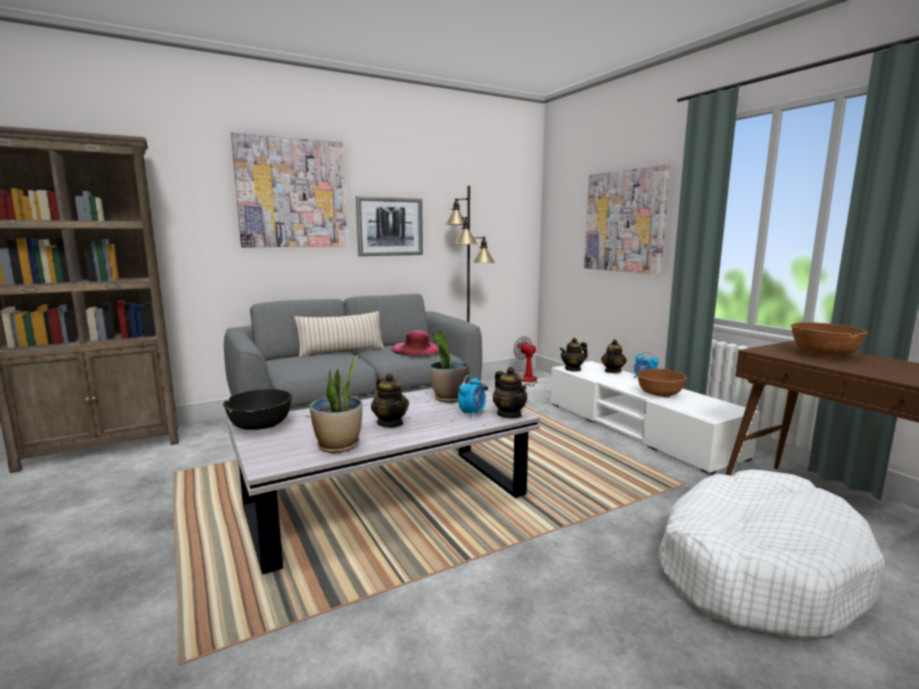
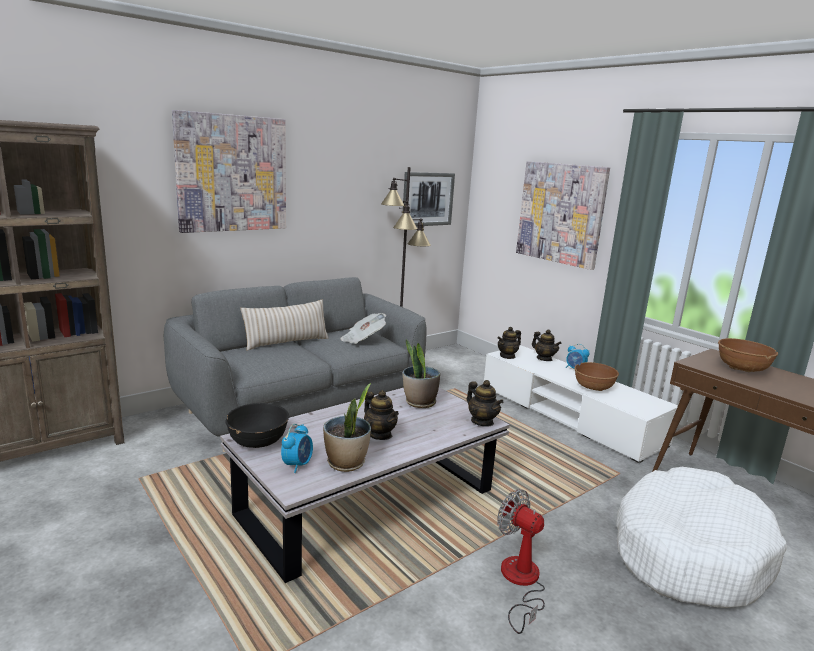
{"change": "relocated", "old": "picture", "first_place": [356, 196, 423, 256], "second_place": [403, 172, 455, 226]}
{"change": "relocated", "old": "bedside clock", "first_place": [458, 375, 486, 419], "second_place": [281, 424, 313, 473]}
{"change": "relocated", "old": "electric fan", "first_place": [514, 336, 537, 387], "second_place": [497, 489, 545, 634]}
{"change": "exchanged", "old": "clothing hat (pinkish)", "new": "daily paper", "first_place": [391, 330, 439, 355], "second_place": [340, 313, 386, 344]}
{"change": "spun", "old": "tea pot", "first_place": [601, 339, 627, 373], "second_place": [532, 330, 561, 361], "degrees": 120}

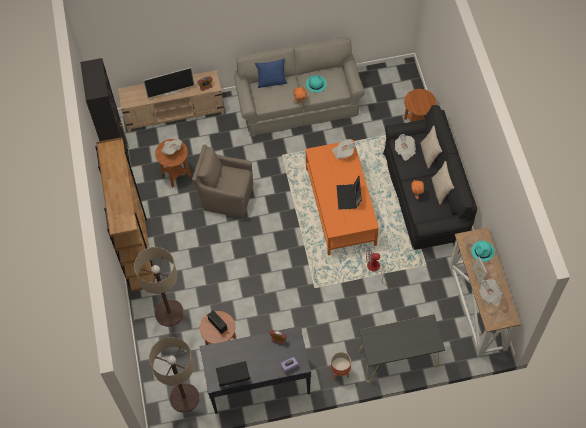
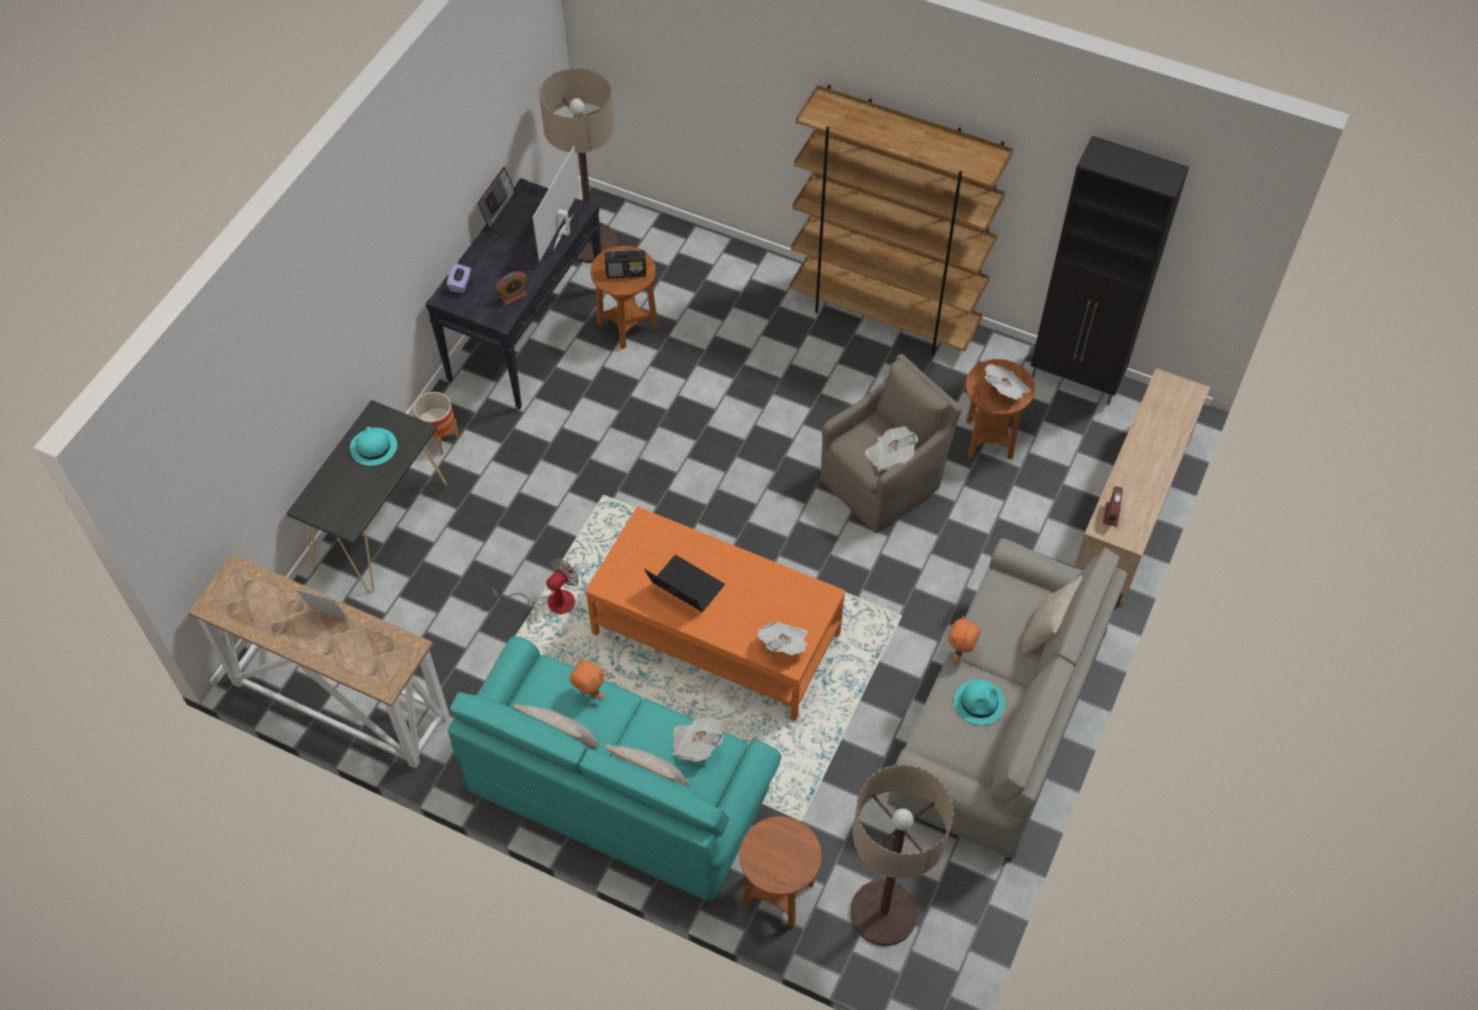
{"change": "relocated", "old": "floor lamp", "first_place": [134, 247, 184, 327], "second_place": [850, 765, 953, 946]}
{"change": "relocated", "old": "television", "first_place": [143, 68, 194, 98], "second_place": [533, 146, 580, 262]}
{"change": "relocated", "old": "clothing hat (blue-green)", "first_place": [471, 241, 495, 262], "second_place": [350, 426, 397, 466]}
{"change": "relocated", "old": "daily paper", "first_place": [479, 279, 503, 306], "second_place": [865, 426, 918, 471]}
{"change": "colour", "old": "throw pillow (bluish)", "new": "throw pillow (beige-coloured)", "first_place": [255, 58, 287, 88], "second_place": [1020, 575, 1083, 655]}
{"change": "colour", "old": "settee (blackish)", "new": "settee (blue-green)", "first_place": [383, 105, 477, 250], "second_place": [448, 636, 781, 903]}

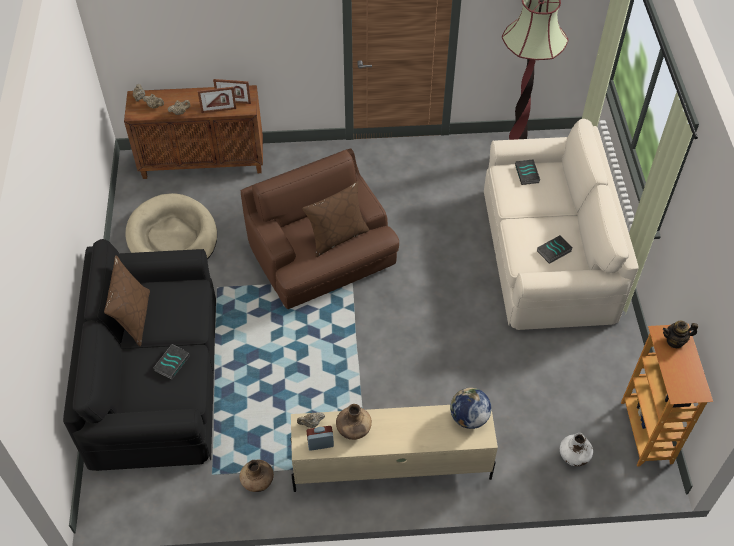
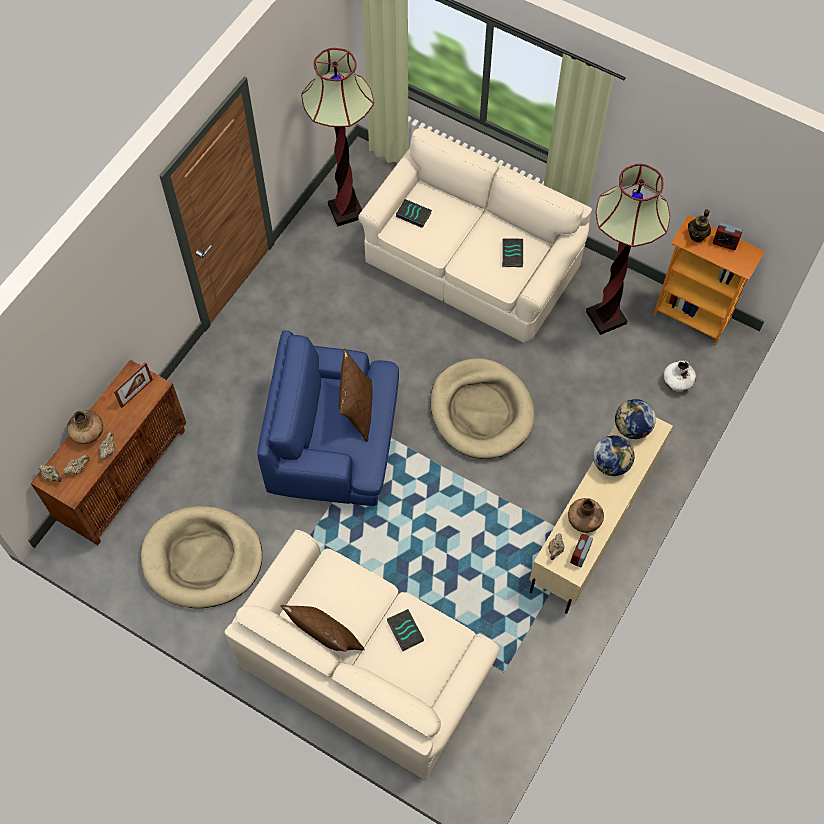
{"change": "missing", "old": "picture frame", "first_place": [198, 87, 236, 113]}
{"change": "appeared", "new": "dog cushion (beige-coloured)", "second_place": [431, 358, 535, 459]}
{"change": "appeared", "new": "floor lamp", "second_place": [586, 164, 670, 335]}
{"change": "appeared", "new": "world globe", "second_place": [593, 436, 635, 476]}
{"change": "appeared", "new": "bedside clock", "second_place": [713, 222, 743, 250]}
{"change": "relocated", "old": "vase (brown)", "first_place": [239, 460, 274, 492], "second_place": [67, 411, 103, 444]}
{"change": "colour", "old": "settee (blackish)", "new": "settee (beige-coloured)", "first_place": [63, 239, 216, 471], "second_place": [225, 530, 500, 779]}
{"change": "colour", "old": "lounge chair (brown)", "new": "lounge chair (bluish)", "first_place": [241, 148, 399, 309], "second_place": [257, 330, 399, 506]}

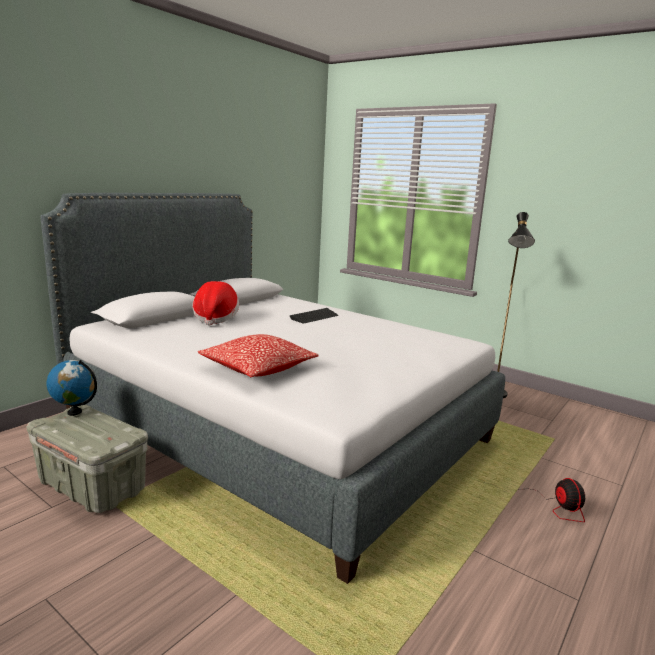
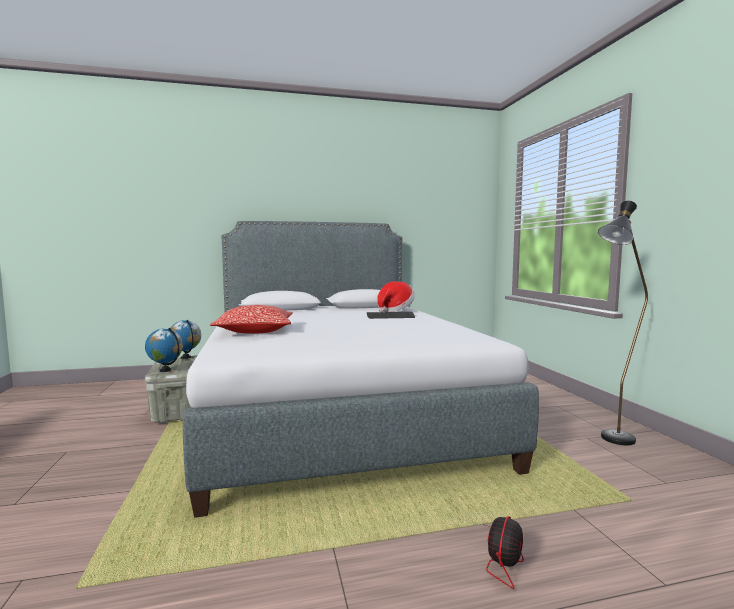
{"change": "appeared", "new": "world globe", "second_place": [145, 328, 183, 372]}
{"change": "relocated", "old": "clothing hat", "first_place": [193, 281, 239, 325], "second_place": [377, 281, 415, 312]}

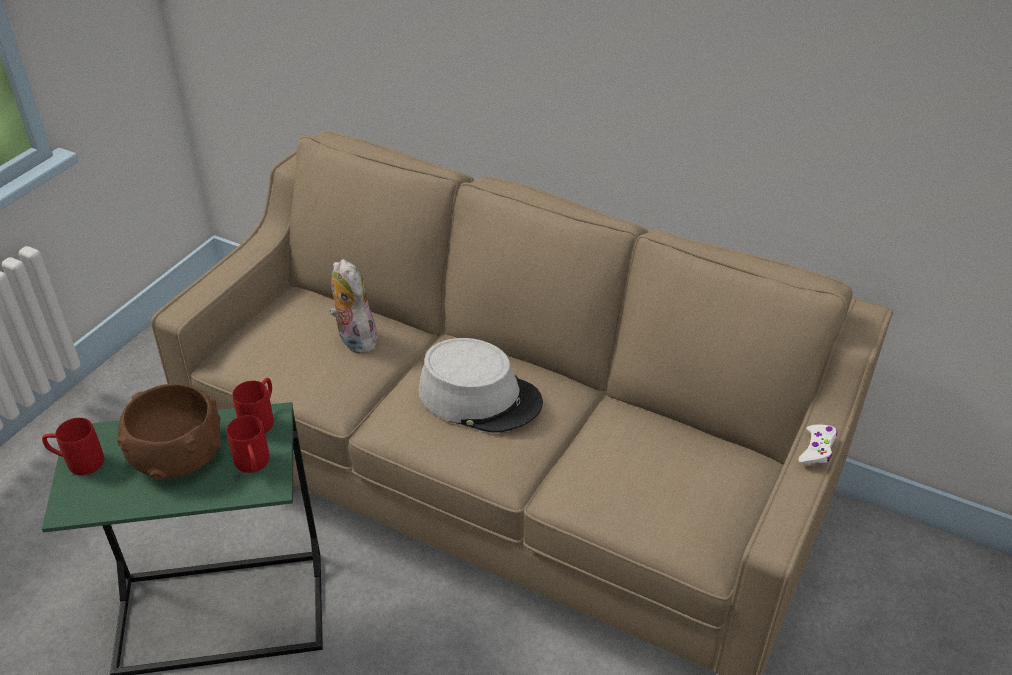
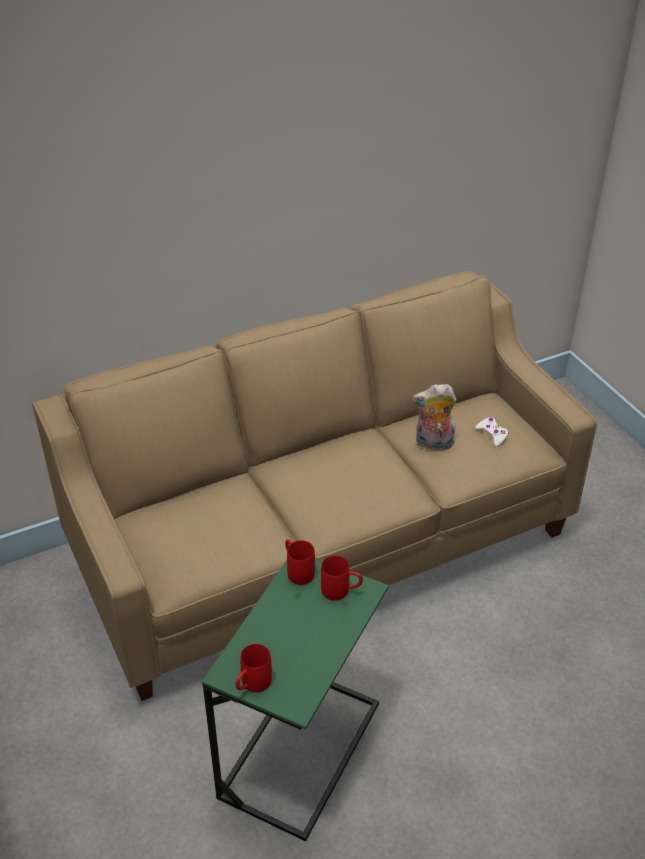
{"change": "missing", "old": "bowl (brown)", "first_place": [117, 384, 221, 481]}
{"change": "missing", "old": "clothing hat (grey)", "first_place": [419, 338, 543, 433]}
{"change": "relocated", "old": "soft toy", "first_place": [330, 259, 377, 354], "second_place": [412, 384, 457, 450]}
{"change": "relocated", "old": "joypad (white)", "first_place": [799, 424, 837, 464], "second_place": [475, 417, 509, 447]}

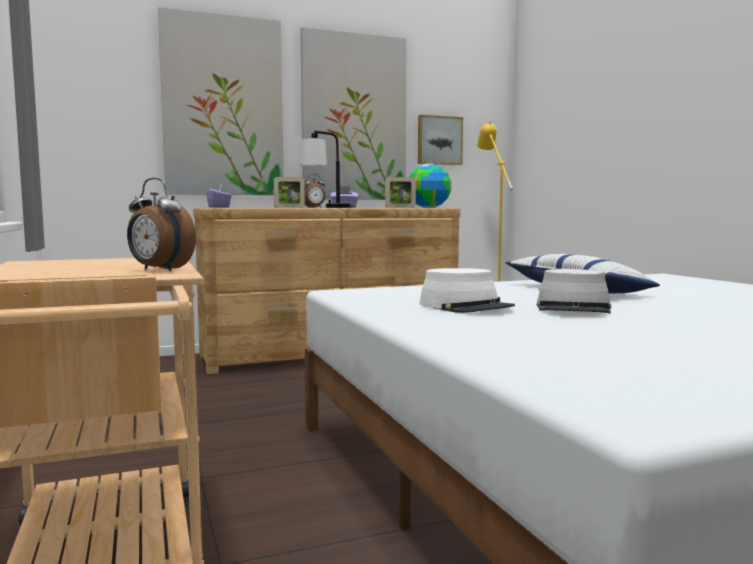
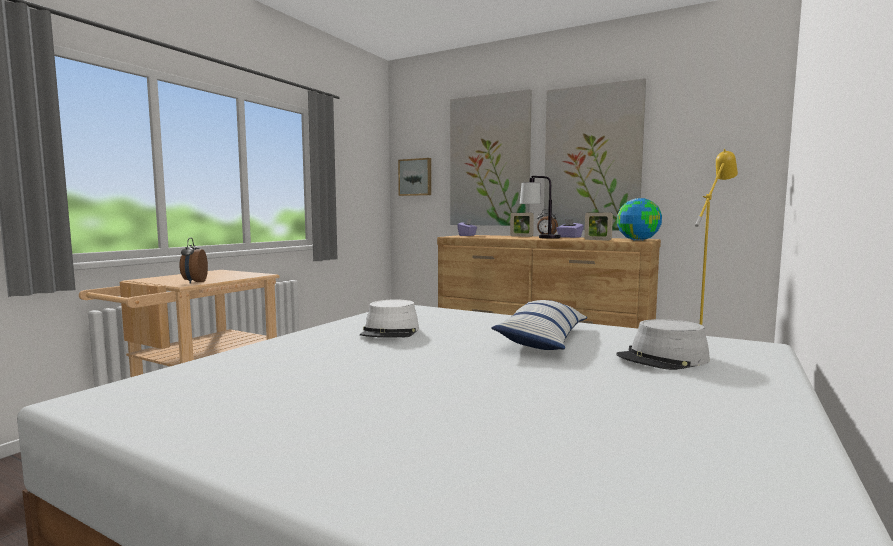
{"change": "relocated", "old": "picture", "first_place": [418, 115, 463, 165], "second_place": [398, 158, 431, 196]}
{"change": "relocated", "old": "clothing hat (grey)", "first_place": [536, 269, 611, 313], "second_place": [616, 319, 710, 370]}

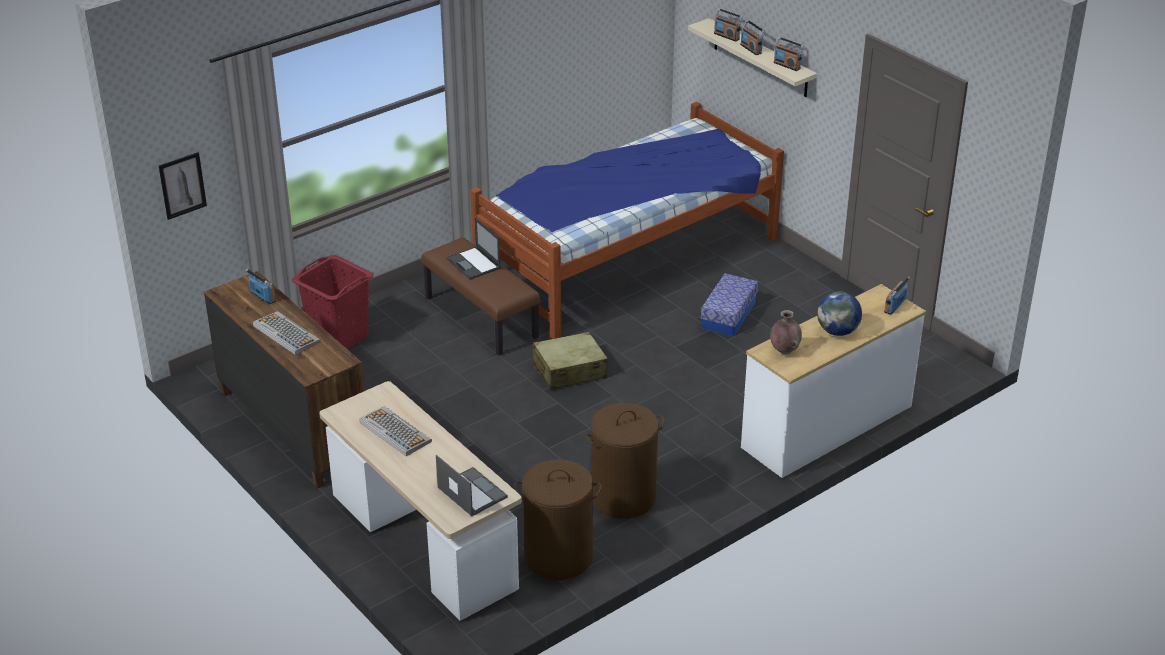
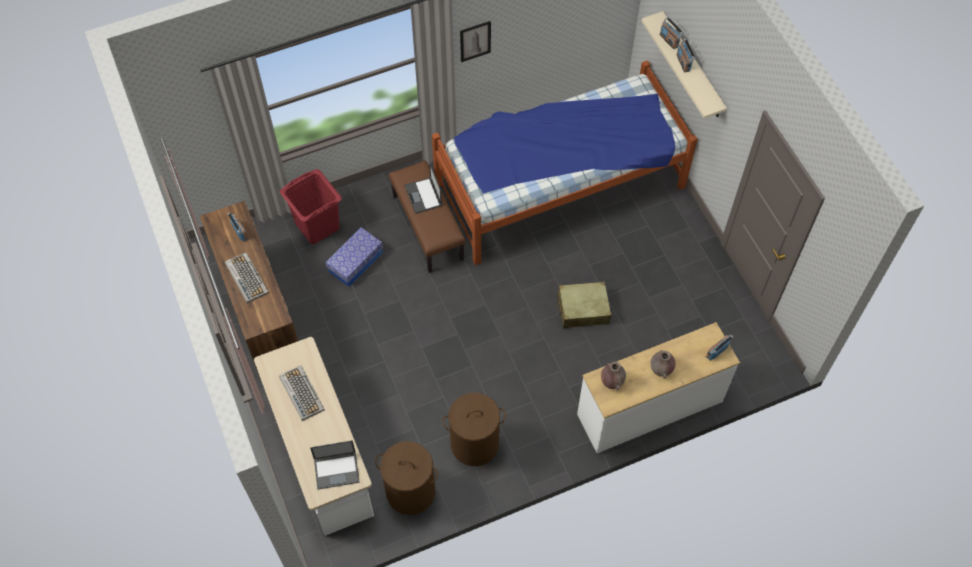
{"change": "missing", "old": "radio receiver", "first_place": [774, 37, 804, 71]}
{"change": "relocated", "old": "picture", "first_place": [159, 152, 207, 220], "second_place": [460, 21, 491, 62]}
{"change": "relocated", "old": "suitcase (beige-coloured)", "first_place": [533, 332, 608, 390], "second_place": [556, 281, 611, 328]}
{"change": "relocated", "old": "storage box", "first_place": [701, 273, 758, 336], "second_place": [325, 227, 383, 287]}
{"change": "exchanged", "old": "world globe", "new": "vase (brown)", "first_place": [817, 292, 862, 336], "second_place": [651, 350, 675, 379]}
{"change": "spun", "old": "laptop", "first_place": [436, 455, 508, 516], "second_place": [310, 440, 360, 490], "degrees": 105}

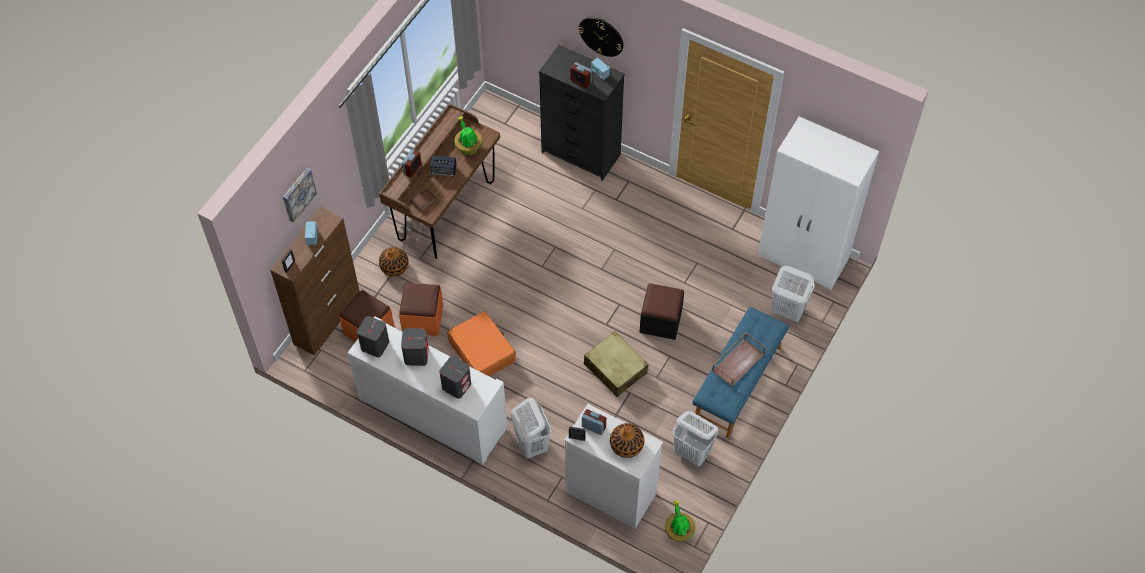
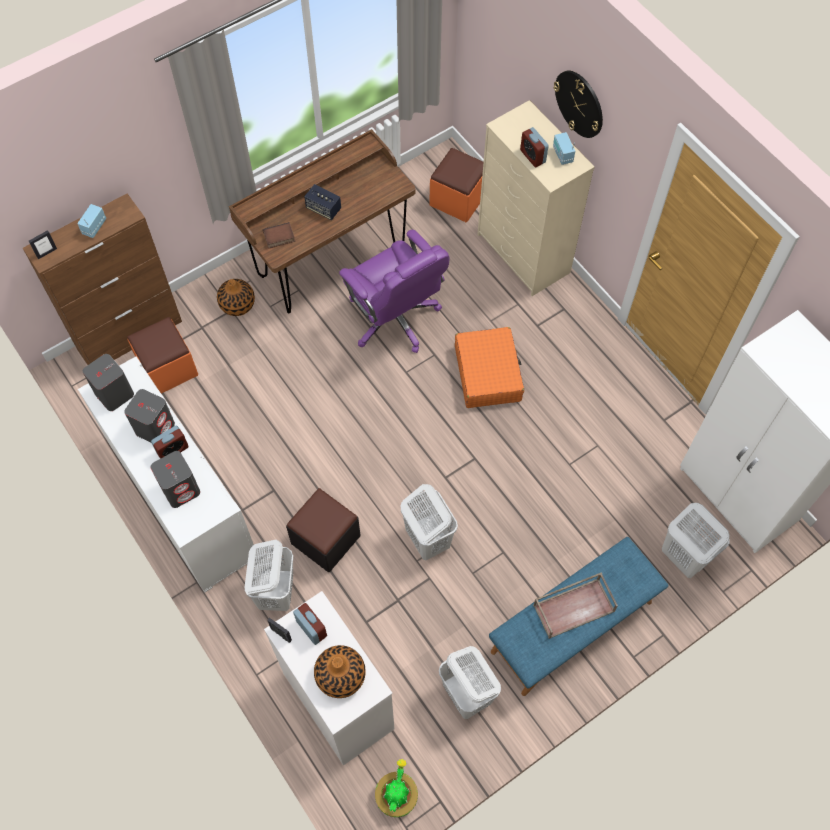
{"change": "missing", "old": "picture", "first_place": [283, 168, 317, 223]}
{"change": "missing", "old": "houseplant", "first_place": [454, 116, 482, 155]}
{"change": "appeared", "new": "office chair (purplish)", "second_place": [339, 230, 449, 353]}
{"change": "relocated", "old": "pouffe (orangey)", "first_place": [399, 283, 443, 336], "second_place": [429, 148, 483, 222]}
{"change": "relocated", "old": "bedside clock", "first_place": [402, 149, 421, 177], "second_place": [151, 426, 189, 459]}
{"change": "relocated", "old": "suitcase (orangey)", "first_place": [447, 311, 516, 376], "second_place": [455, 327, 524, 408]}
{"change": "relocated", "old": "pouffe (blackish)", "first_place": [640, 283, 684, 340], "second_place": [286, 488, 361, 572]}
{"change": "exchanged", "old": "suitcase (beige-coloured)", "new": "hamper (white)", "first_place": [584, 331, 648, 397], "second_place": [401, 484, 458, 560]}
{"change": "colour", "old": "chest of drawers (blackish)", "new": "chest of drawers (beige-coloured)", "first_place": [539, 45, 625, 181], "second_place": [477, 100, 595, 296]}

